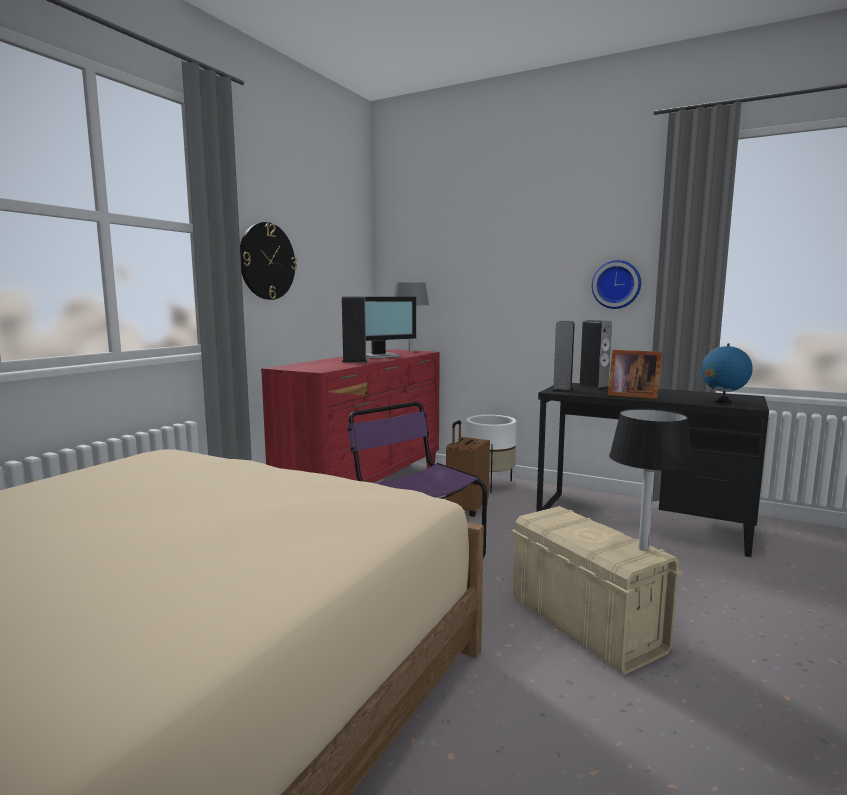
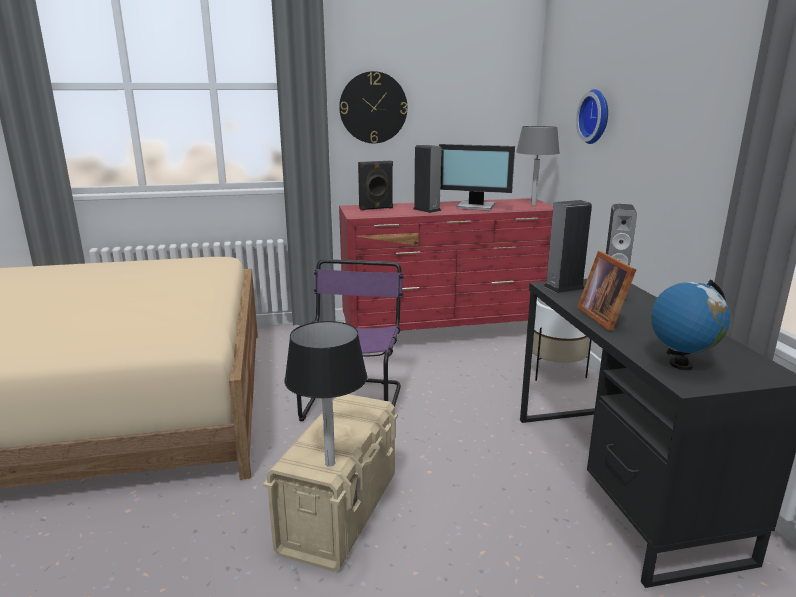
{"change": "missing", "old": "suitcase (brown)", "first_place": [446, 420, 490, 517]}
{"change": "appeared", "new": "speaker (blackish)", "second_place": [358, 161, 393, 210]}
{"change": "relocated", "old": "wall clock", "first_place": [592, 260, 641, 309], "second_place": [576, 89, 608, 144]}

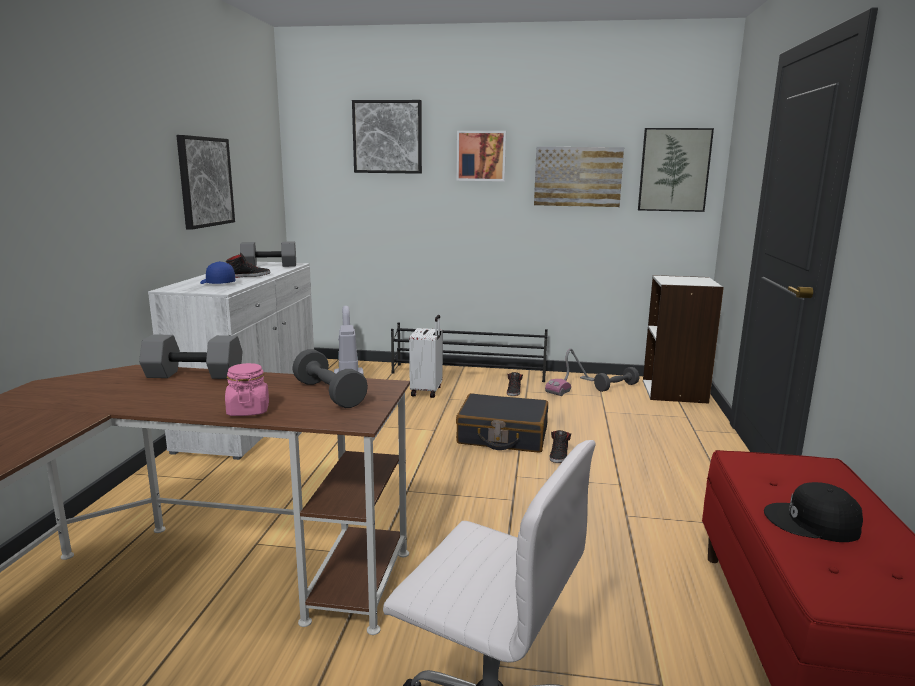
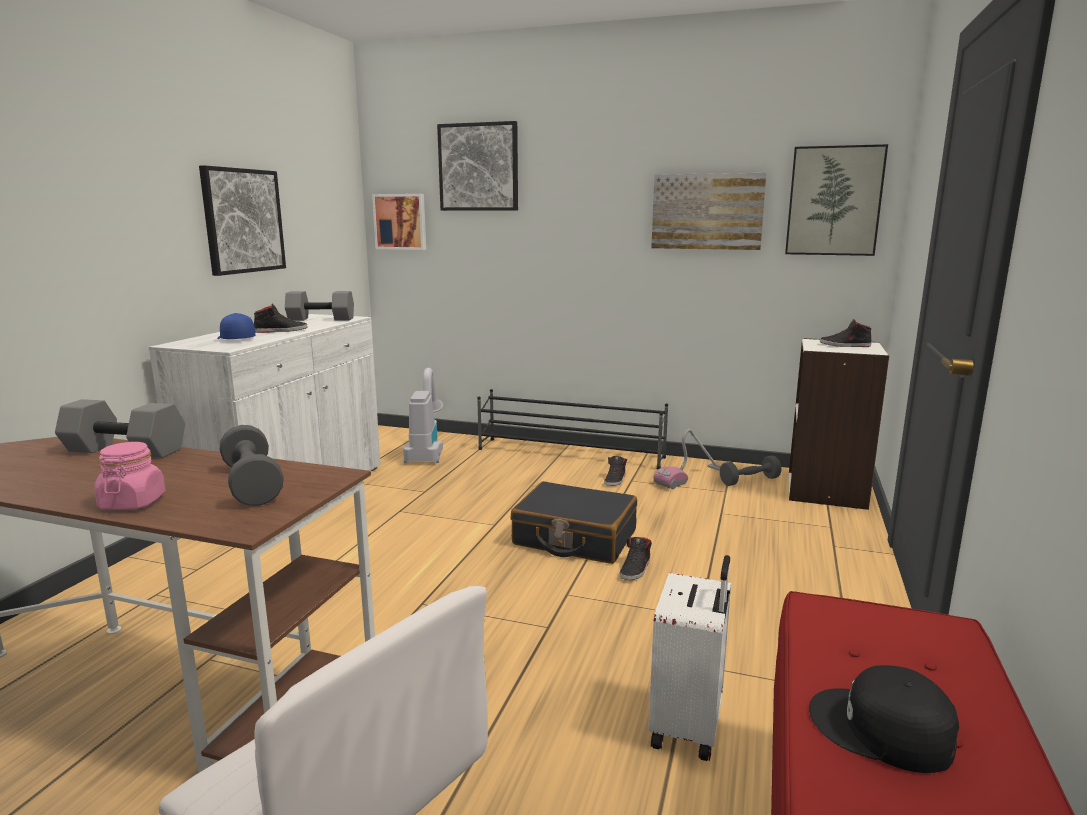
{"change": "appeared", "new": "shoe (blackish)", "second_place": [820, 319, 871, 347]}
{"change": "relocated", "old": "suitcase (white)", "first_place": [409, 315, 443, 398], "second_place": [648, 555, 731, 761]}
{"change": "relocated", "old": "picture", "first_place": [456, 131, 506, 181], "second_place": [372, 194, 426, 250]}

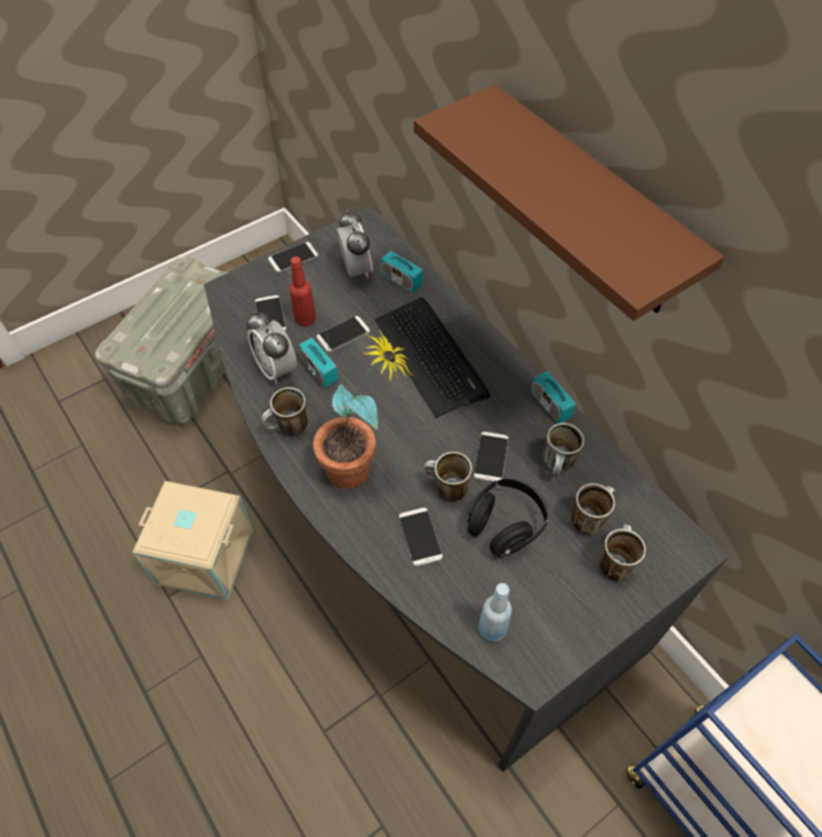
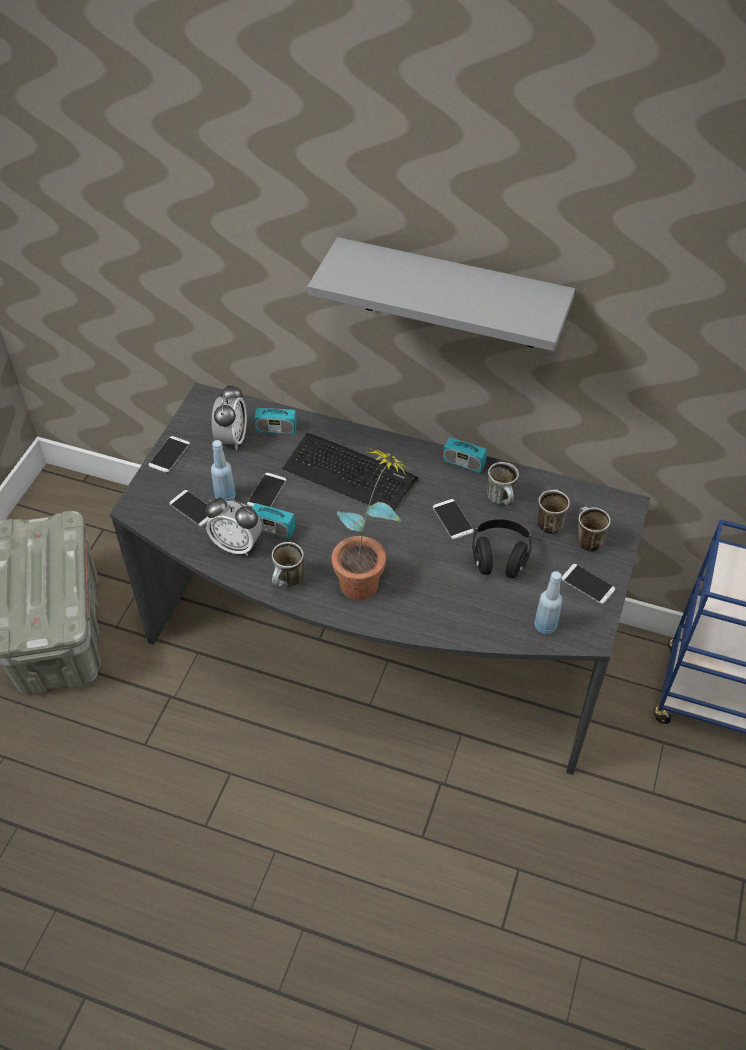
{"change": "missing", "old": "storage box (beige-coloured)", "first_place": [132, 481, 253, 600]}
{"change": "missing", "old": "coffee mug", "first_place": [423, 452, 472, 502]}
{"change": "relocated", "old": "telephone", "first_place": [399, 508, 443, 566], "second_place": [561, 564, 615, 604]}
{"change": "colour", "old": "bottle (red-coloured)", "new": "bottle (bluish)", "first_place": [289, 257, 316, 326], "second_place": [211, 440, 236, 501]}
{"change": "colour", "old": "wall shelf (brown)", "new": "wall shelf (grey)", "first_place": [414, 85, 724, 321], "second_place": [307, 237, 575, 351]}
{"change": "spun", "old": "bedside clock", "first_place": [336, 210, 373, 279], "second_place": [212, 384, 247, 450], "degrees": 60}

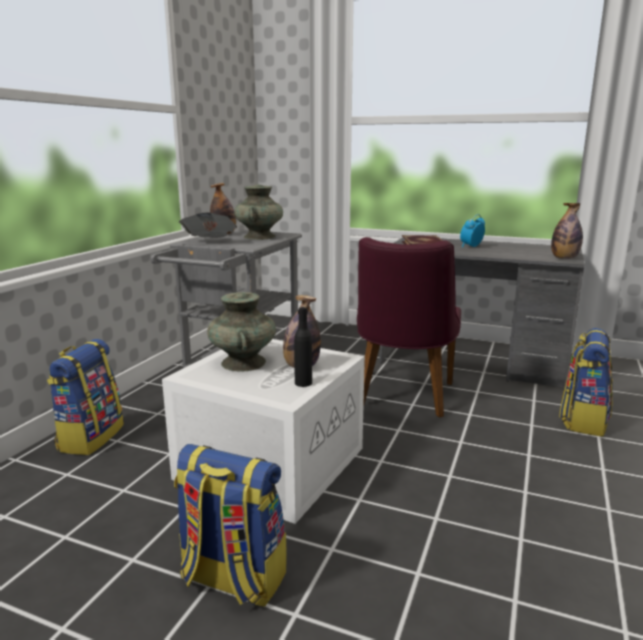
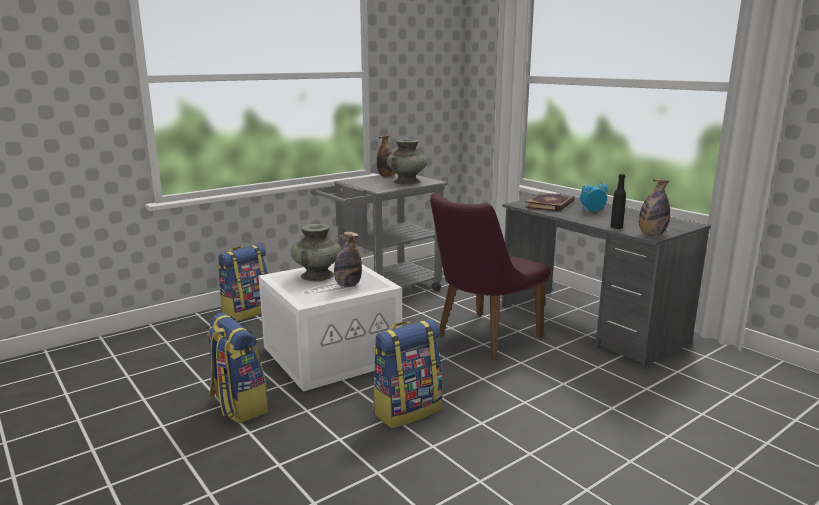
{"change": "missing", "old": "daily paper", "first_place": [179, 212, 237, 238]}
{"change": "relocated", "old": "bottle (blackish)", "first_place": [294, 307, 312, 387], "second_place": [610, 174, 626, 229]}
{"change": "relocated", "old": "backpack", "first_place": [559, 328, 613, 437], "second_place": [373, 319, 443, 428]}

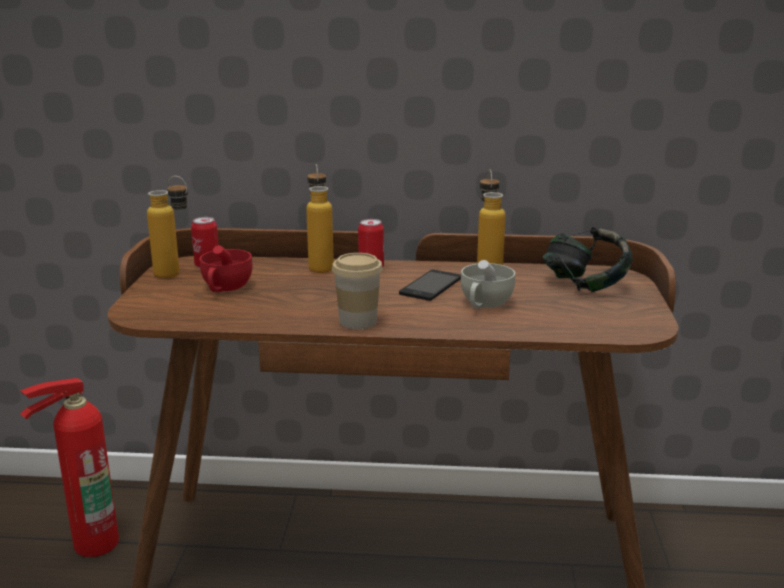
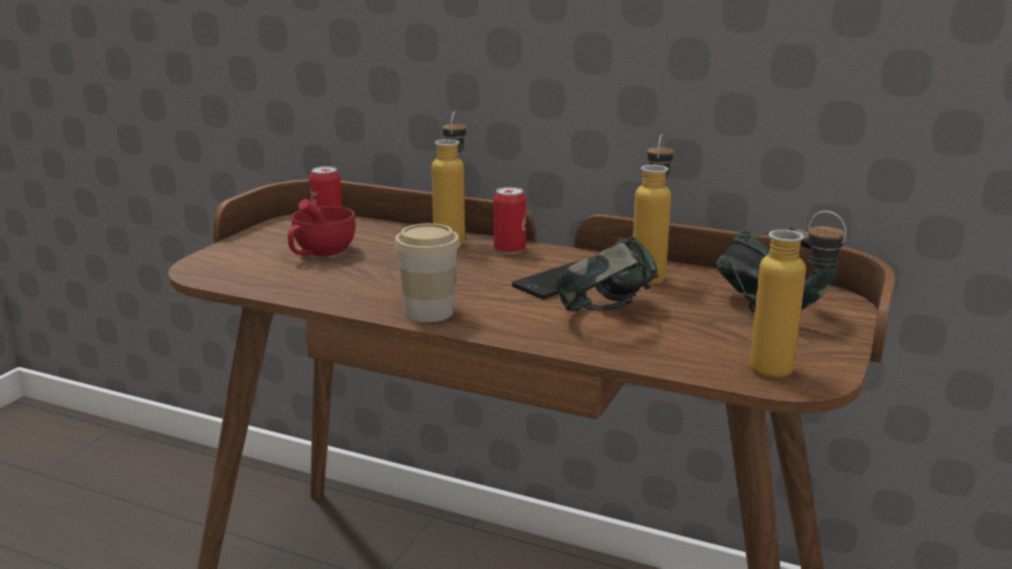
{"change": "missing", "old": "extinguisher", "first_place": [20, 378, 119, 557]}
{"change": "relocated", "old": "bottle", "first_place": [147, 176, 188, 279], "second_place": [750, 211, 847, 378]}
{"change": "exchanged", "old": "cup (white)", "new": "headphones", "first_place": [461, 260, 515, 309], "second_place": [555, 236, 659, 311]}

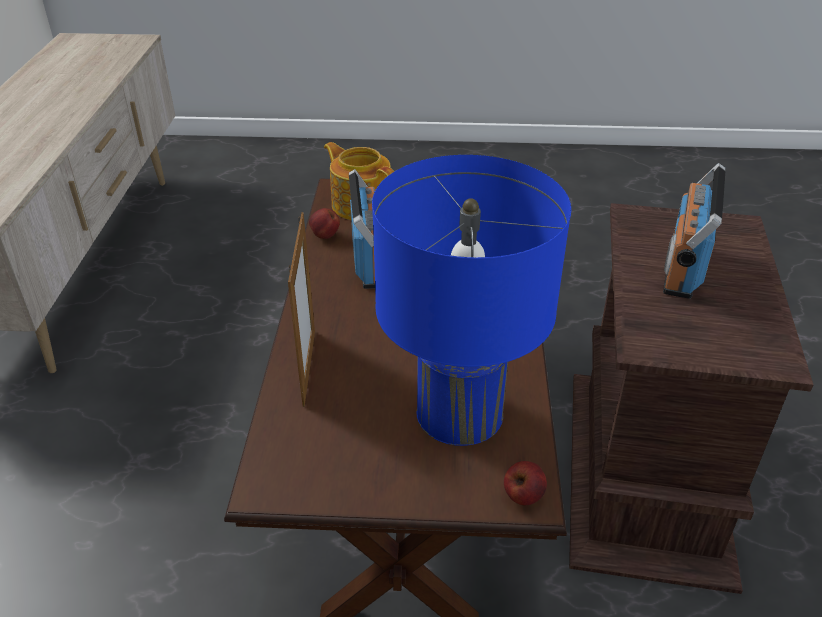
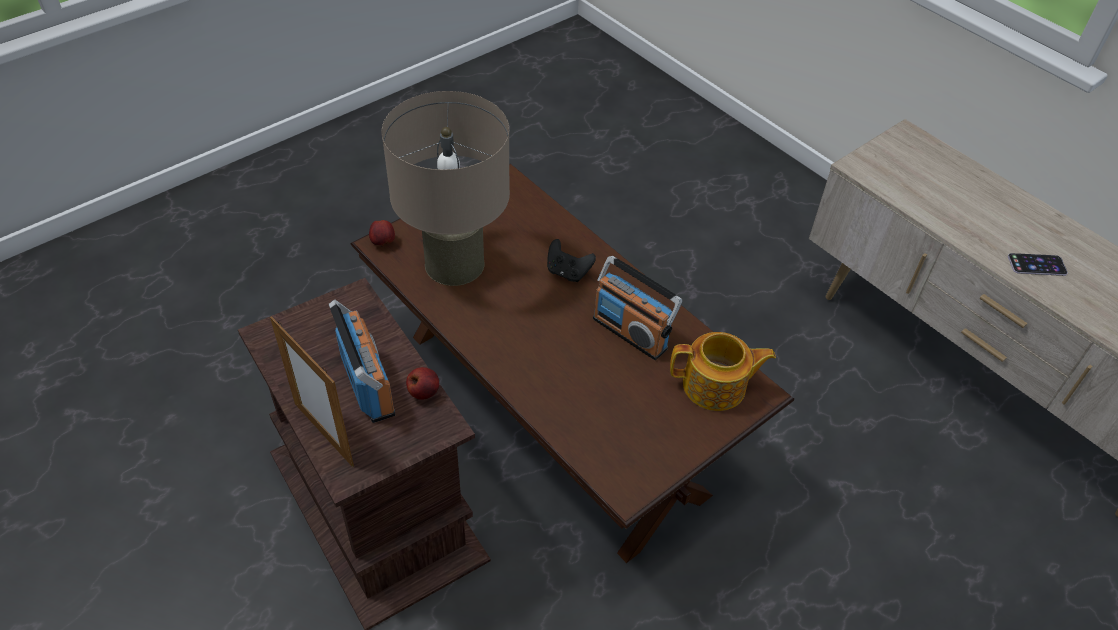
{"change": "appeared", "new": "joypad (blackish)", "second_place": [547, 239, 596, 282]}
{"change": "appeared", "new": "telephone", "second_place": [1008, 253, 1068, 276]}
{"change": "relocated", "old": "picture frame", "first_place": [288, 212, 315, 407], "second_place": [270, 316, 354, 467]}
{"change": "relocated", "old": "whole apple", "first_place": [309, 208, 340, 239], "second_place": [406, 367, 439, 400]}
{"change": "colour", "old": "tabletop lamp (bluish)", "new": "tabletop lamp (beige-coloured)", "first_place": [372, 155, 571, 446], "second_place": [382, 91, 510, 286]}

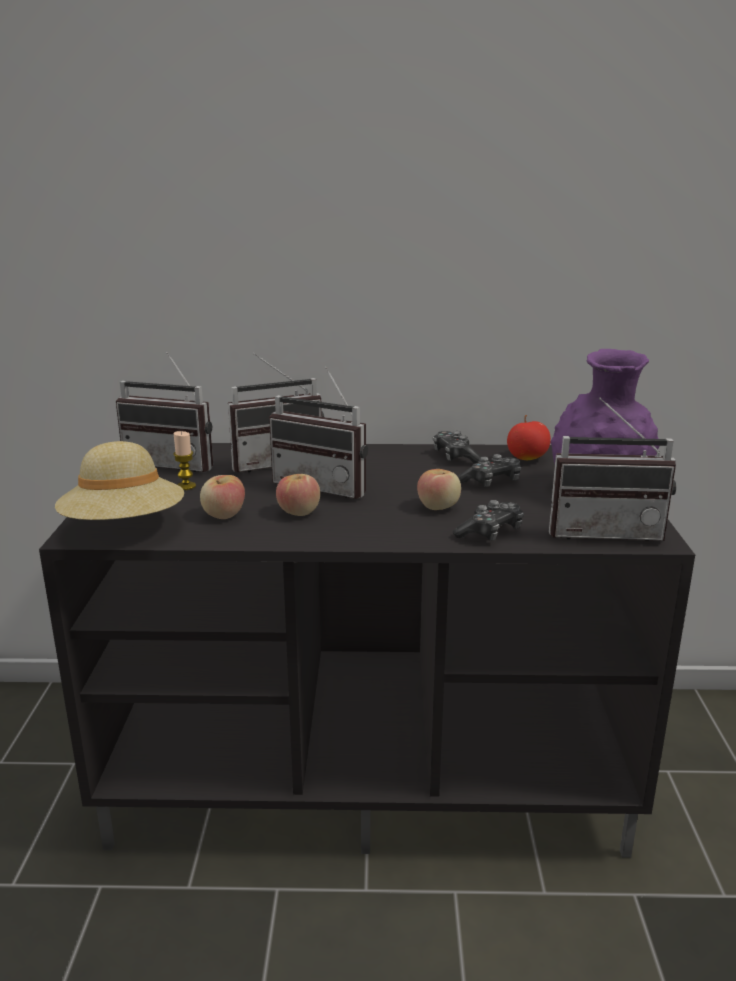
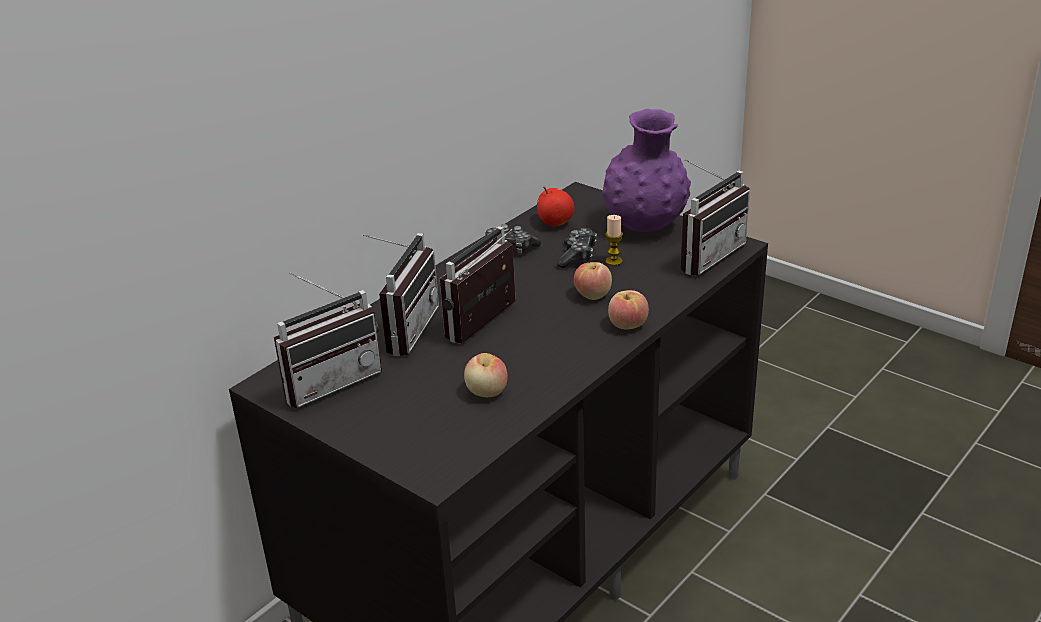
{"change": "missing", "old": "clothing hat (beige-coloured)", "first_place": [55, 441, 184, 520]}
{"change": "missing", "old": "joypad", "first_place": [453, 500, 524, 541]}
{"change": "relocated", "old": "candle", "first_place": [173, 431, 196, 490], "second_place": [606, 215, 623, 266]}
{"change": "relocated", "old": "whole apple", "first_place": [276, 474, 320, 516], "second_place": [608, 290, 649, 330]}
{"change": "spun", "old": "radio receiver", "first_place": [269, 367, 368, 499], "second_place": [439, 226, 516, 343], "degrees": 150}

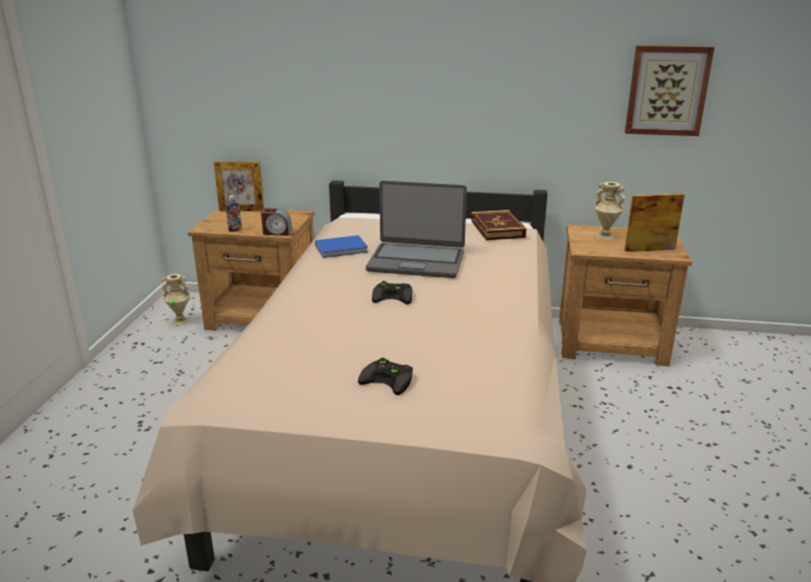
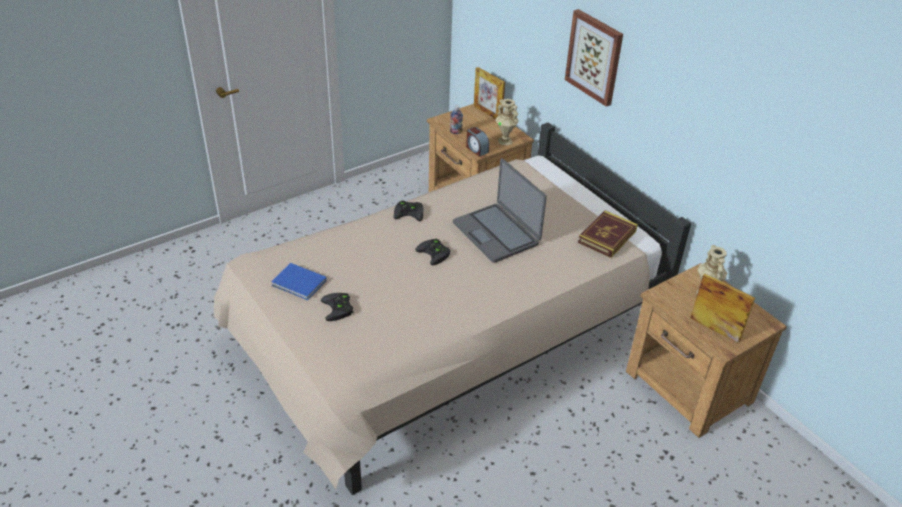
{"change": "appeared", "new": "joypad (blackish)", "second_place": [394, 200, 424, 221]}
{"change": "relocated", "old": "vase (beige-coloured)", "first_place": [161, 274, 190, 325], "second_place": [495, 99, 519, 145]}
{"change": "relocated", "old": "volume (bluish)", "first_place": [315, 235, 368, 258], "second_place": [271, 263, 327, 300]}
{"change": "relocated", "old": "picture", "first_place": [625, 45, 715, 136], "second_place": [565, 9, 623, 107]}

